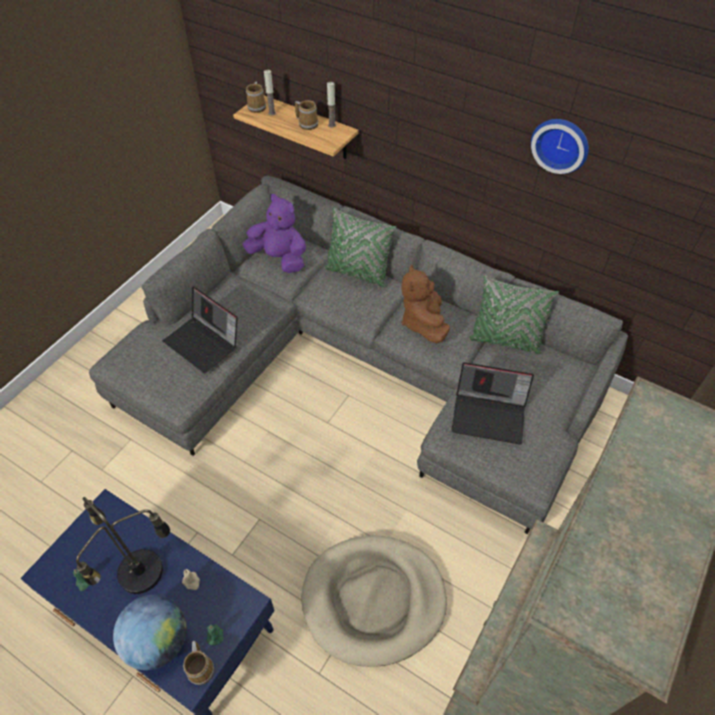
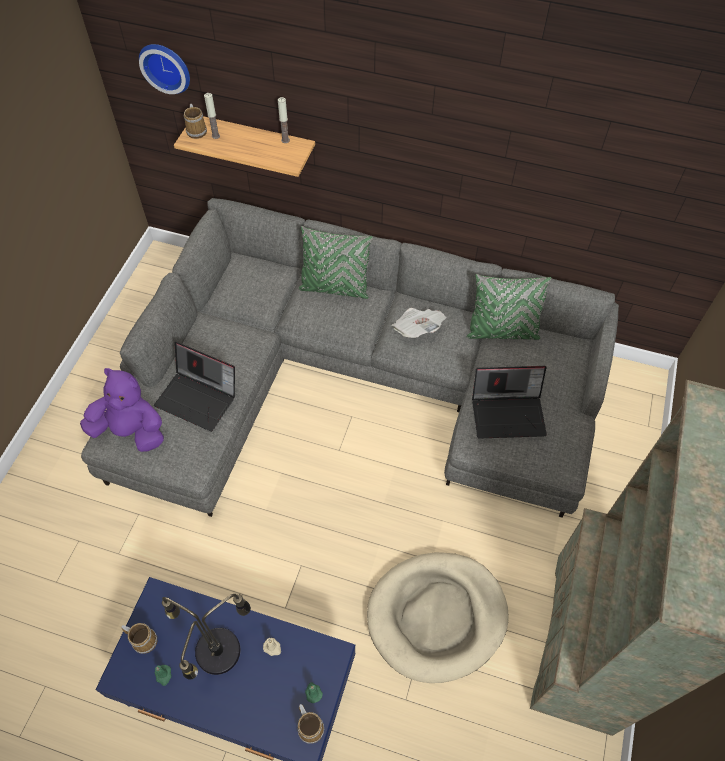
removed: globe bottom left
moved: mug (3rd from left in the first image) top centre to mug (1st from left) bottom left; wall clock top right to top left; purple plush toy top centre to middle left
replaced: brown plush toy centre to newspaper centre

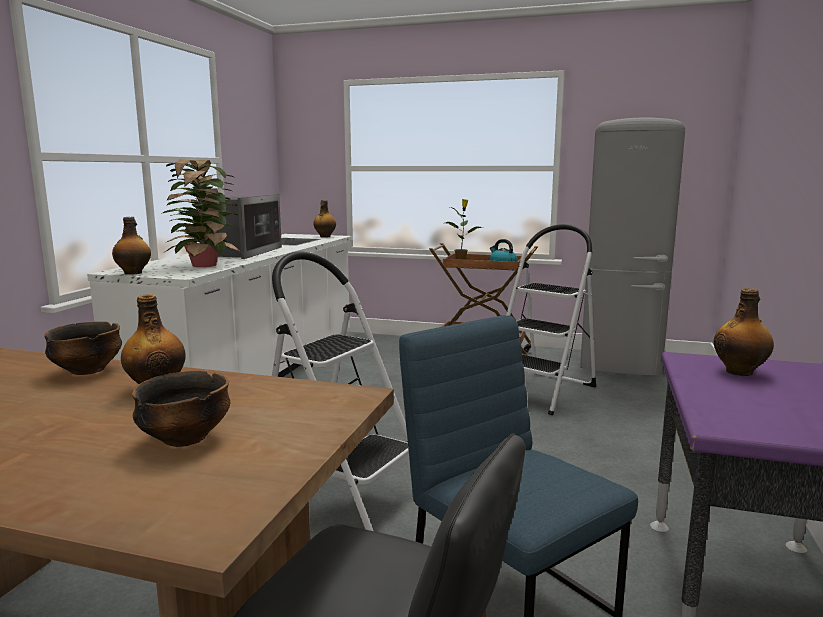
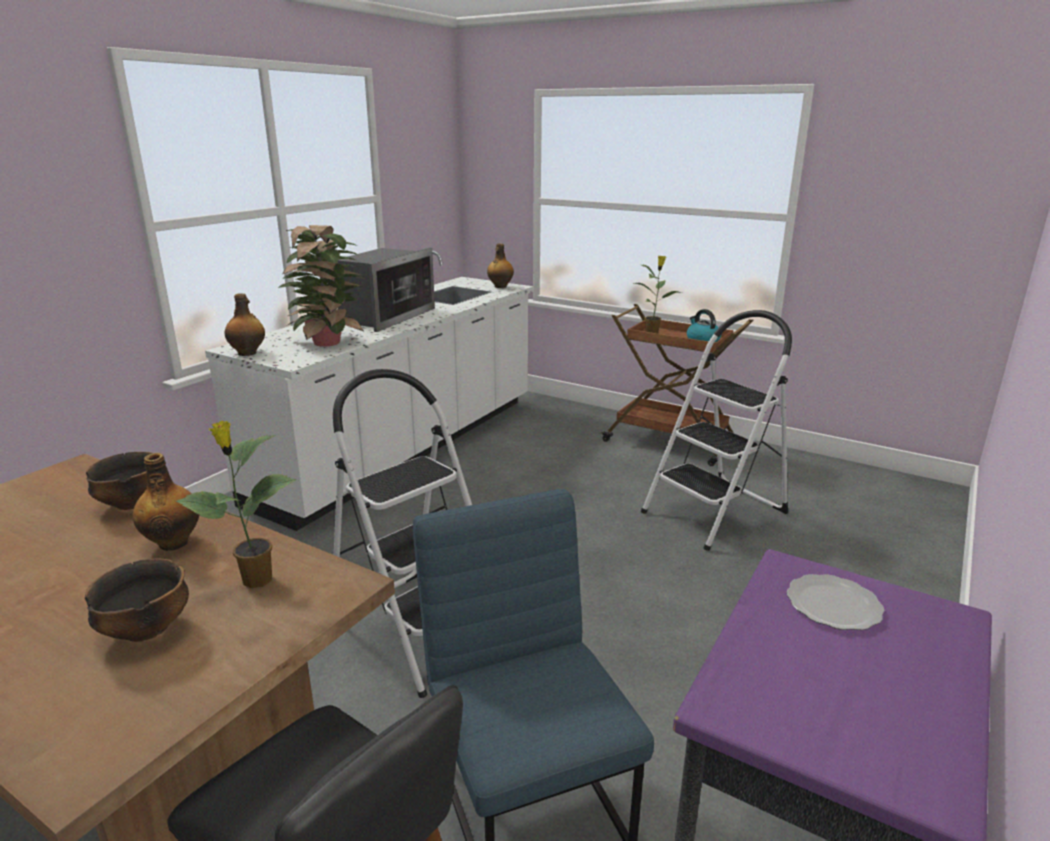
removed: grey fridge middle right
added: potted plant (1st from left) middle left
replaced: bottle (4th from left) middle right to plate bottom right

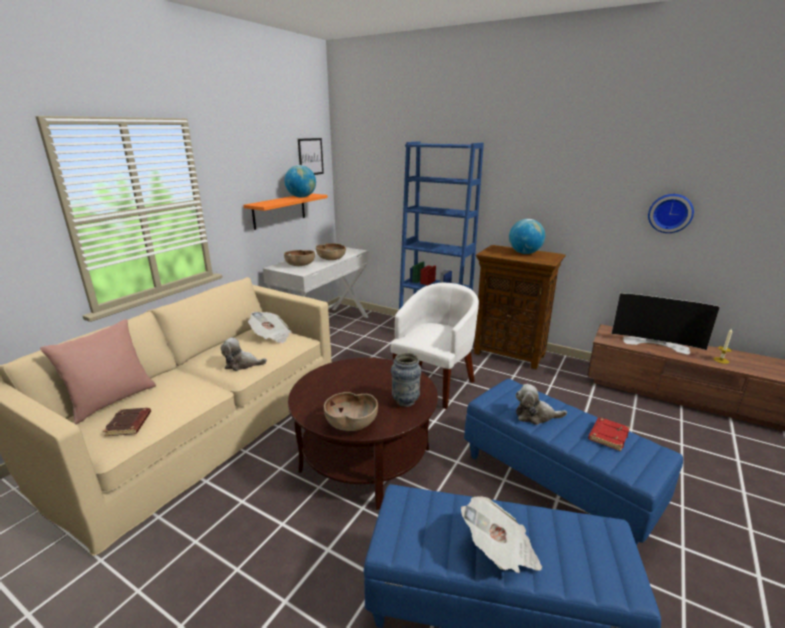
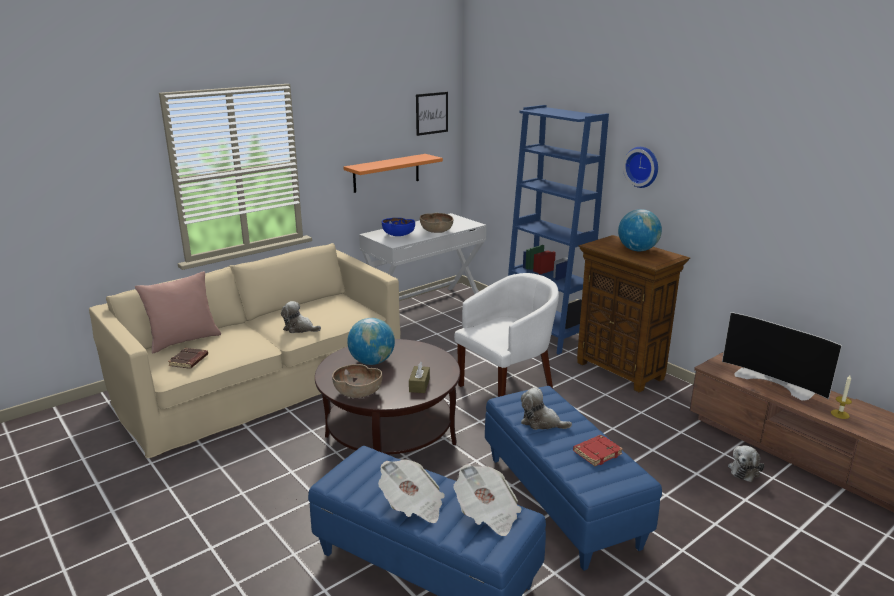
added: plush toy (3rd from left) bottom right
moved: globe (1st from left) top centre to centre; wall clock middle right to top right; newspaper (1st from left in the first image) centre to newspaper (2nd from left) bottom centre
replaced: vase centre to brown tissue box centre
recoloured: brown bowl (1st from left) centre to blue bowl centre

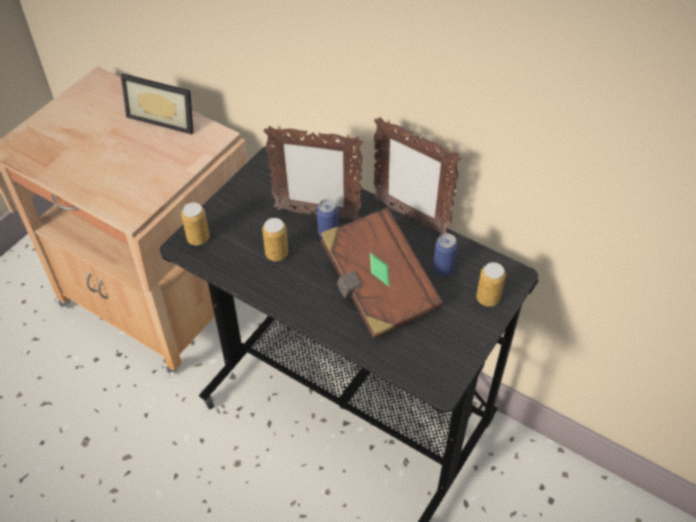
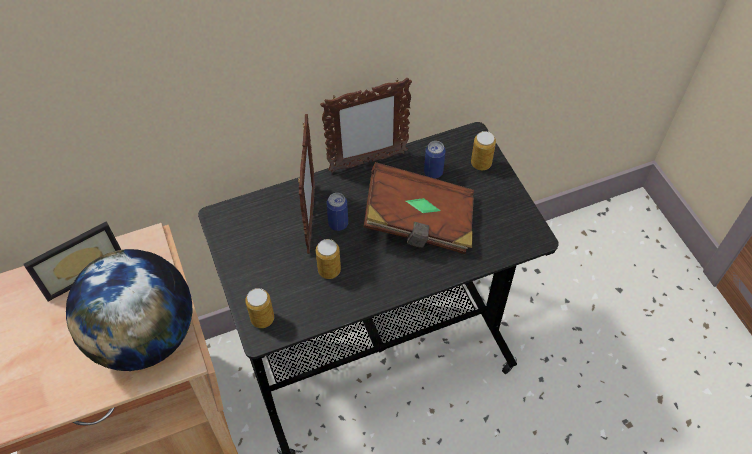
added: globe bottom left
turned: picture frame (2nd from left) top centre = centre 45 degrees counterclockwise

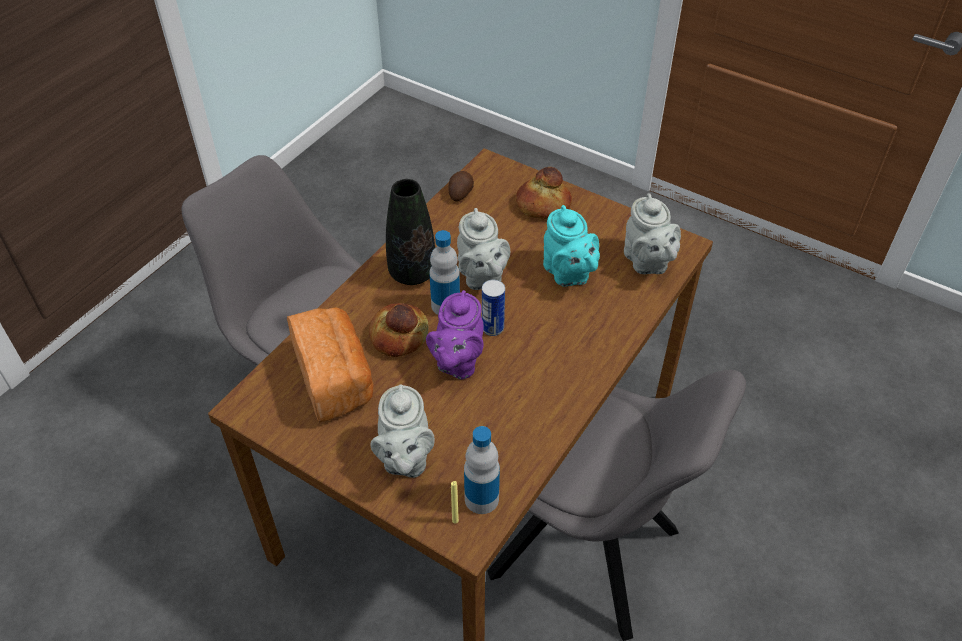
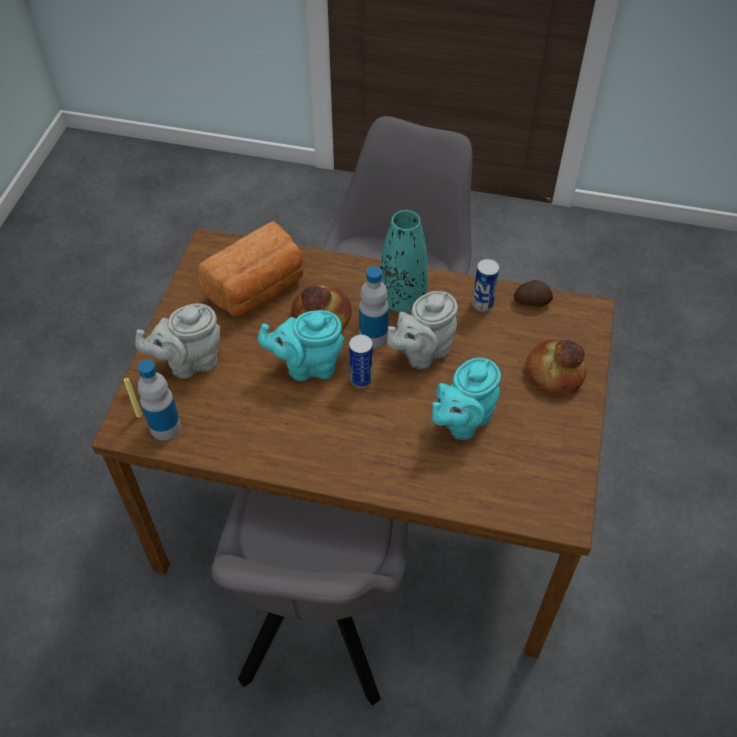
removed: grey teapot (3rd from left) middle right
added: can (2nd from left) centre
recoloured: black vase centre to turquoise vase centre; purple teapot centre to turquoise teapot (1st from left) centre

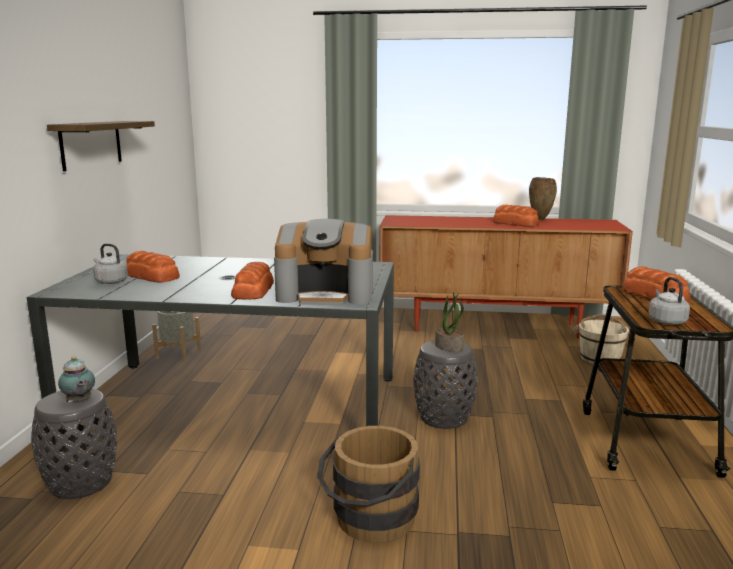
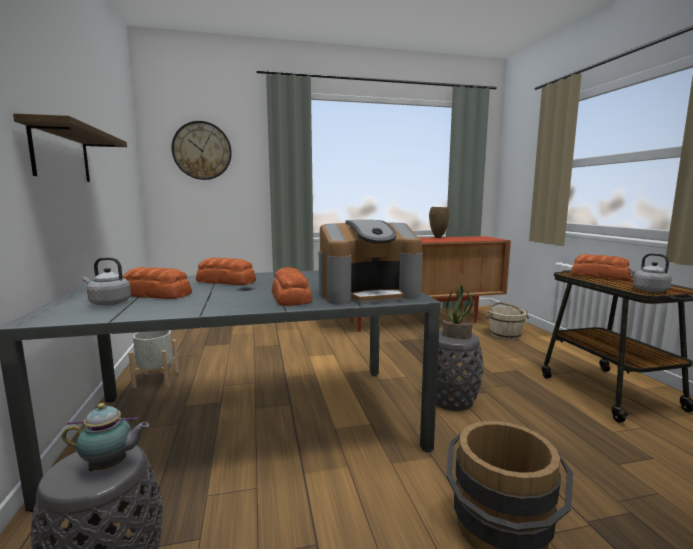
added: wall clock top left
moved: bread (3rd from left in the first image) middle right to bread (2nd from left) middle left
turned: teapot middle left = bottom left 45 degrees counterclockwise

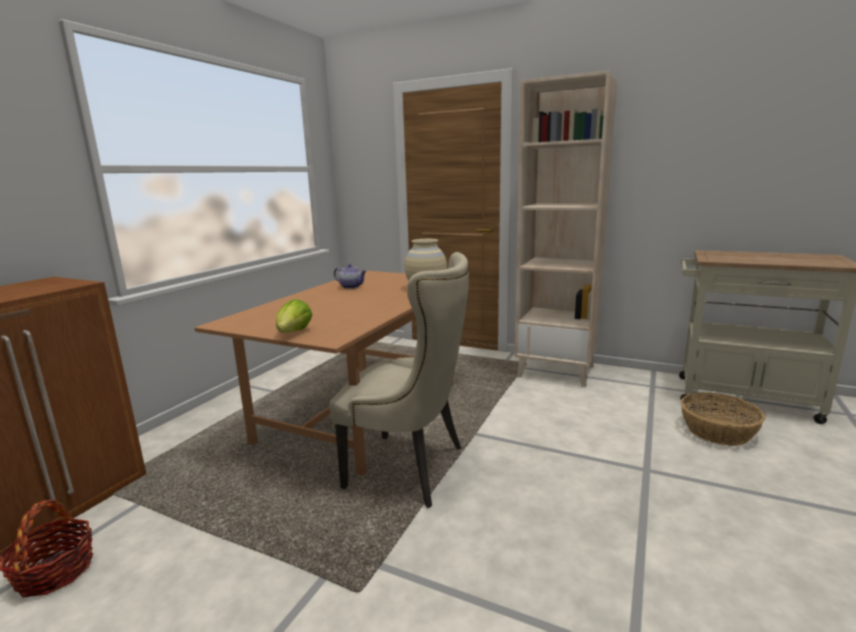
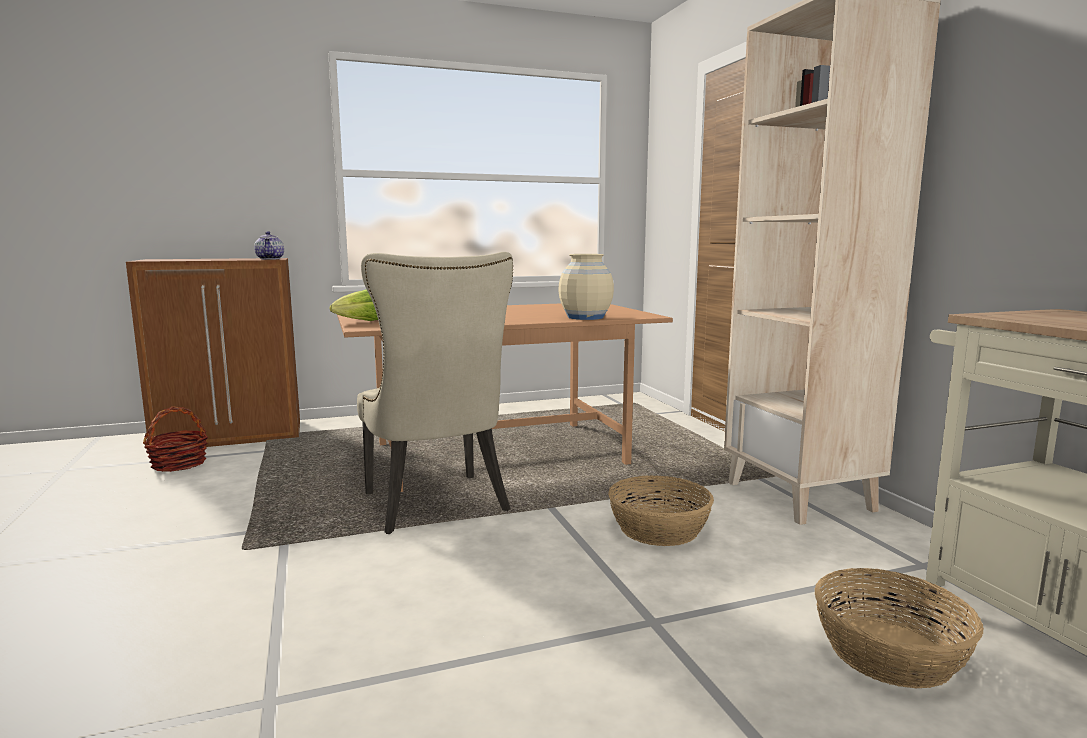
added: basket (2nd from left) bottom centre
moved: teapot centre to top left

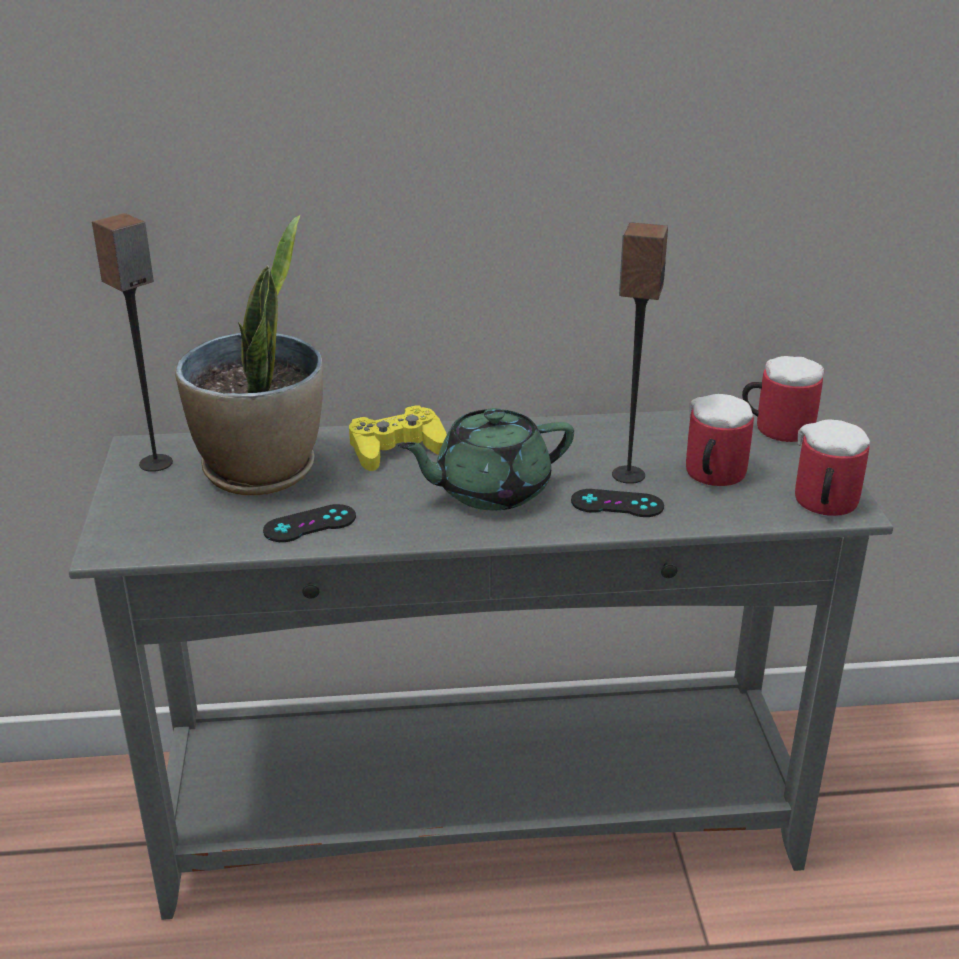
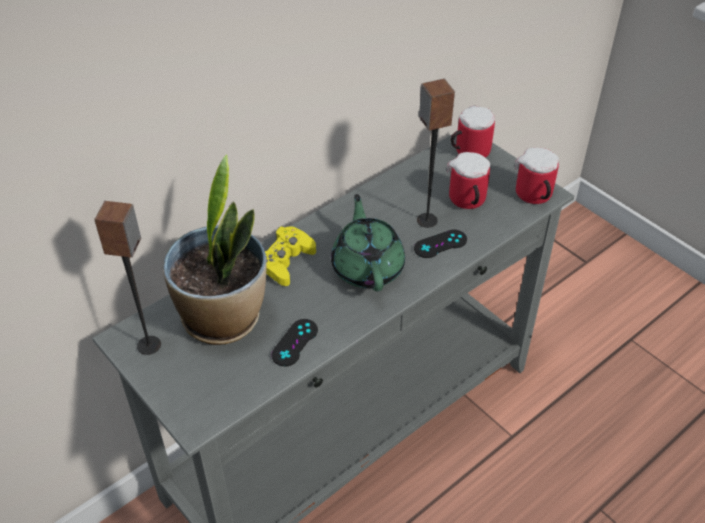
turned: green teapot centre = centre 135 degrees clockwise

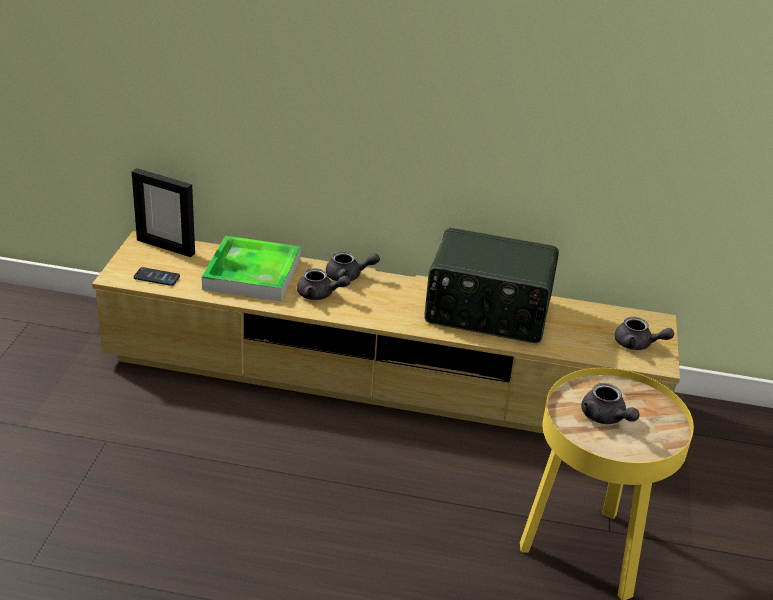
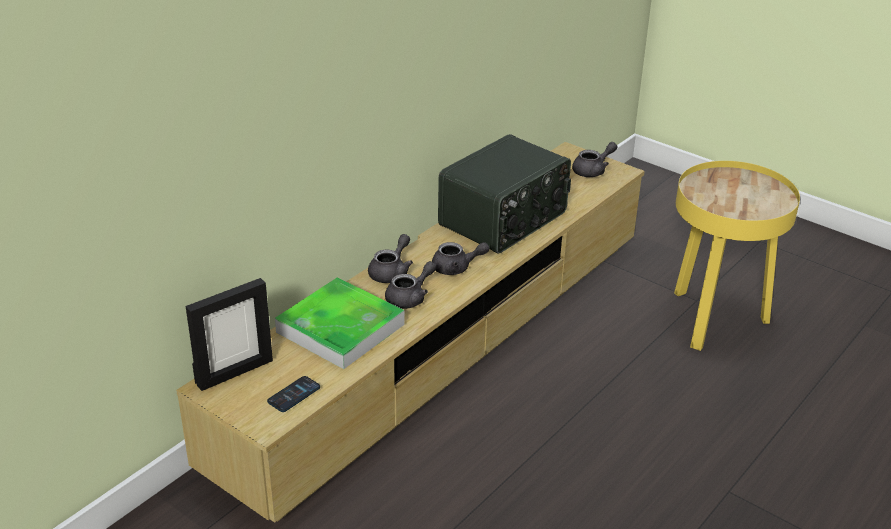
moved: grey teapot (3rd from left) bottom right to centre

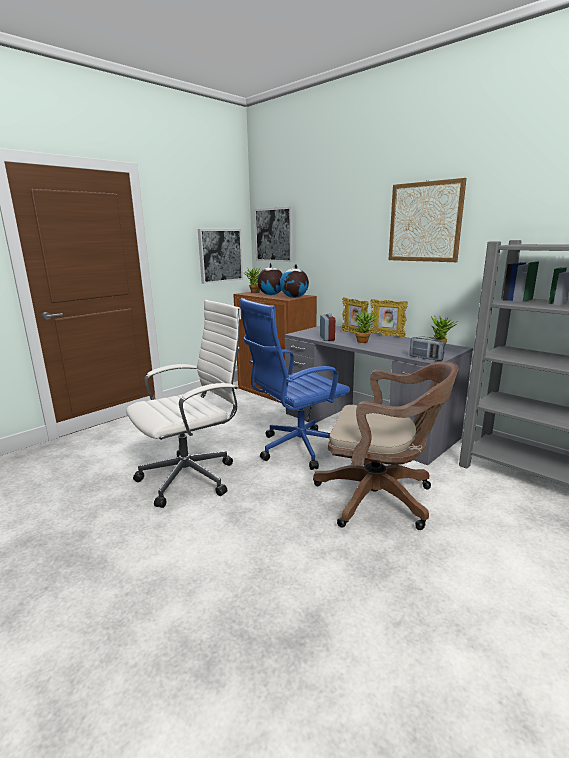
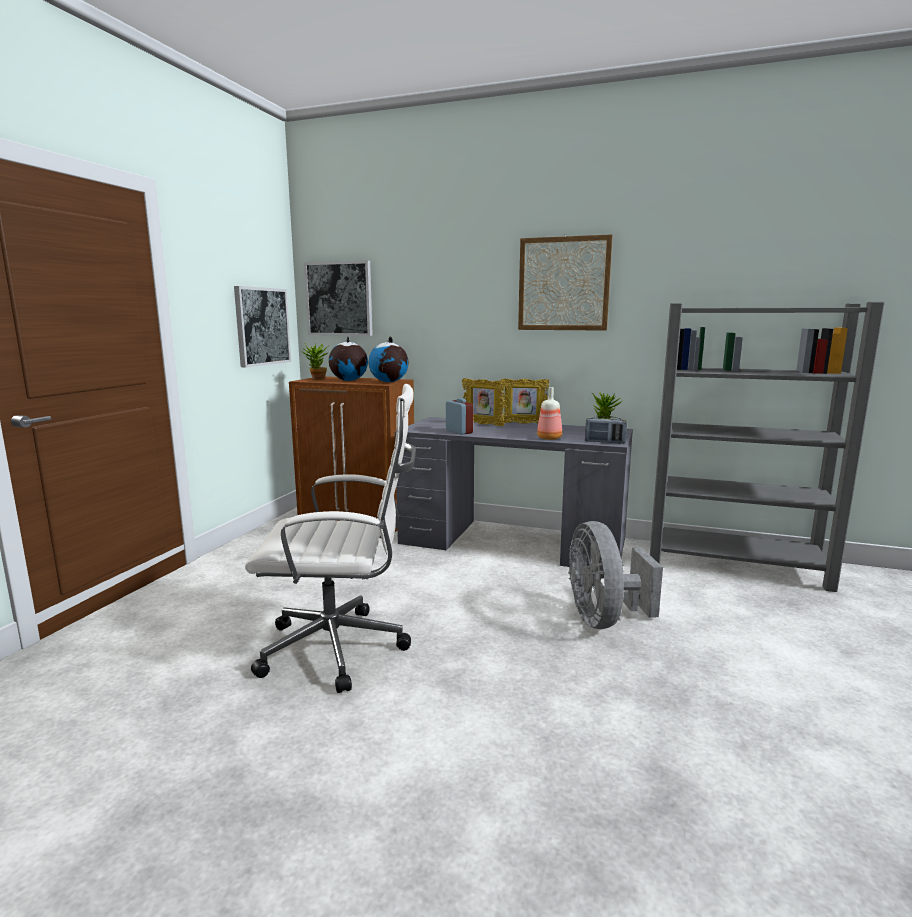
removed: blue office chair centre; potted plant (2nd from left) centre
added: bottle centre
replaced: brown office chair middle right to grey fan middle right
turned: white office chair middle left = centre 60 degrees clockwise

